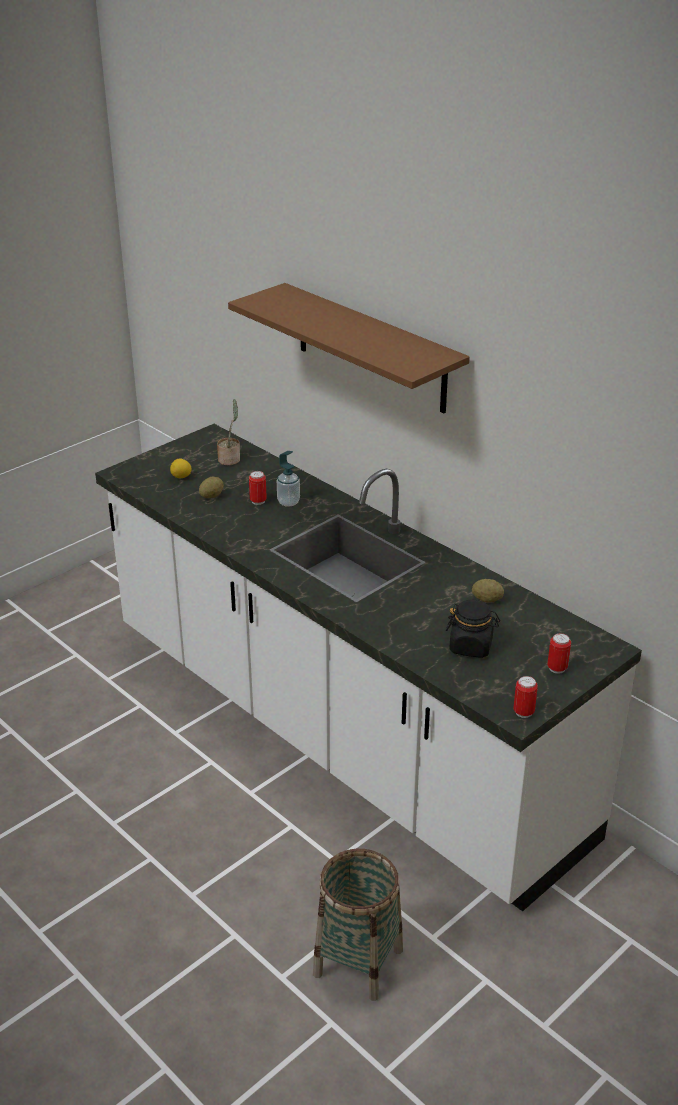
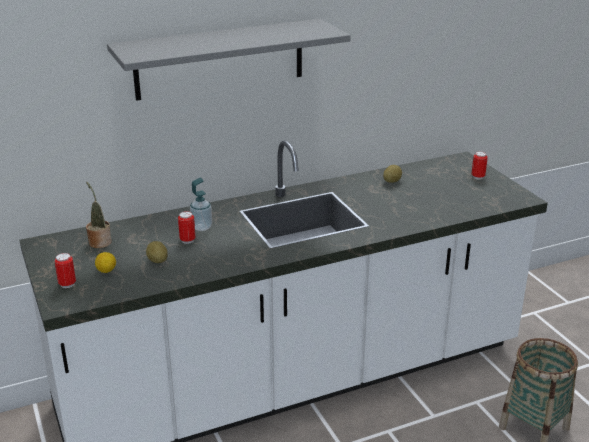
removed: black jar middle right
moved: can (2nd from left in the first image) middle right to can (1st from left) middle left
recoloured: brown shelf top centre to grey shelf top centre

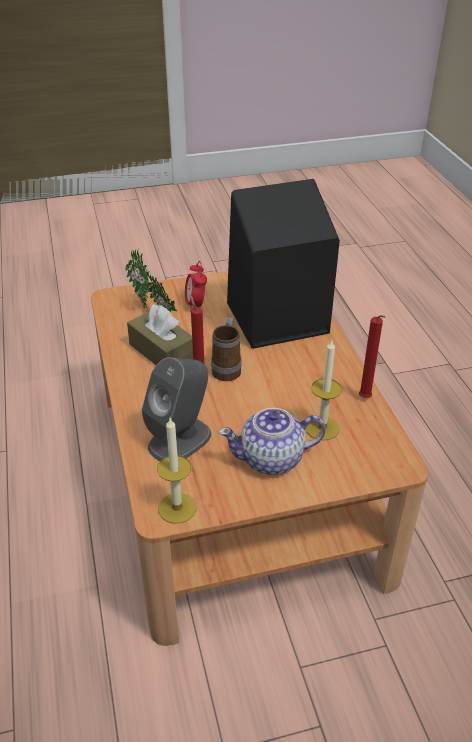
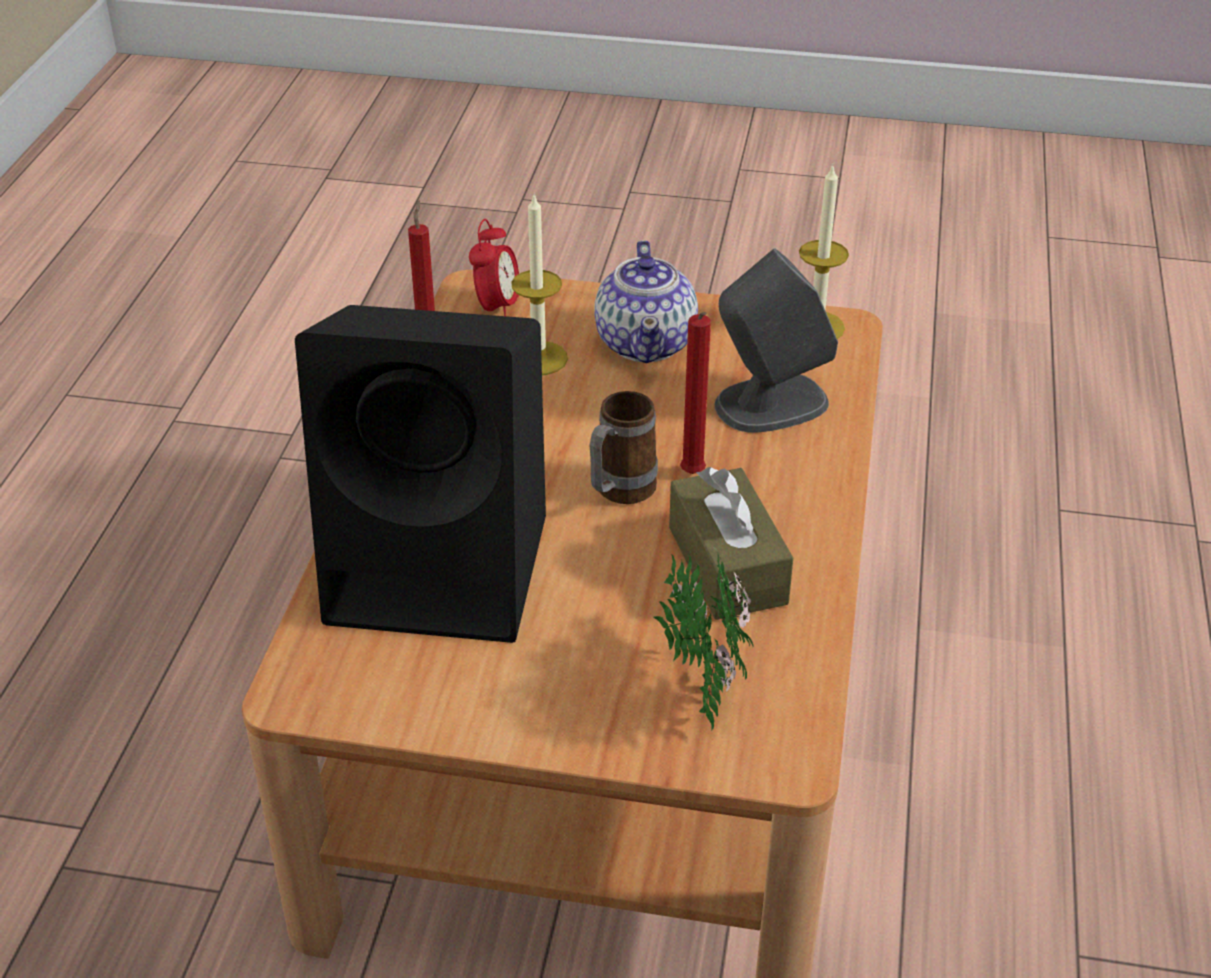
moved: alarm clock centre to top centre
turned: teapot centre = top centre 75 degrees clockwise

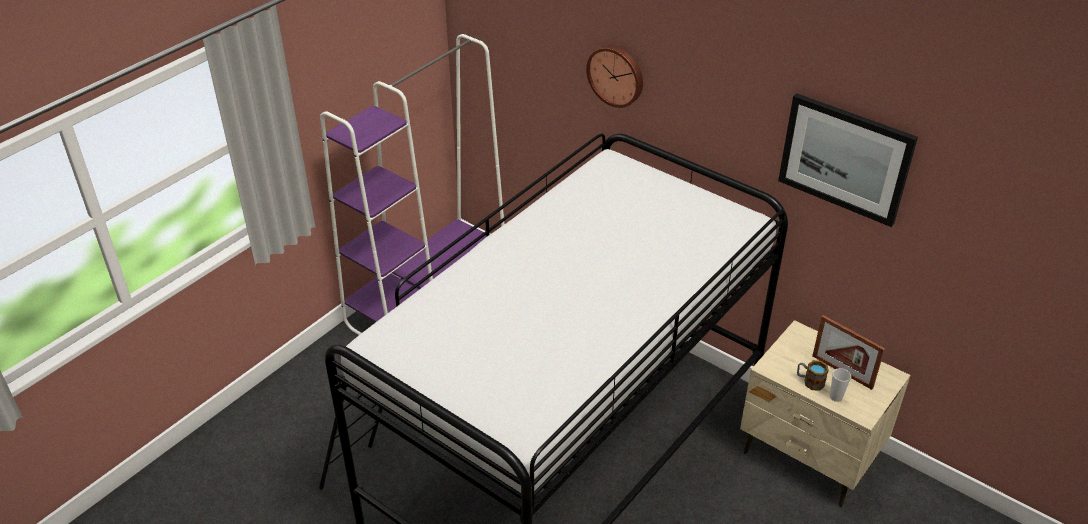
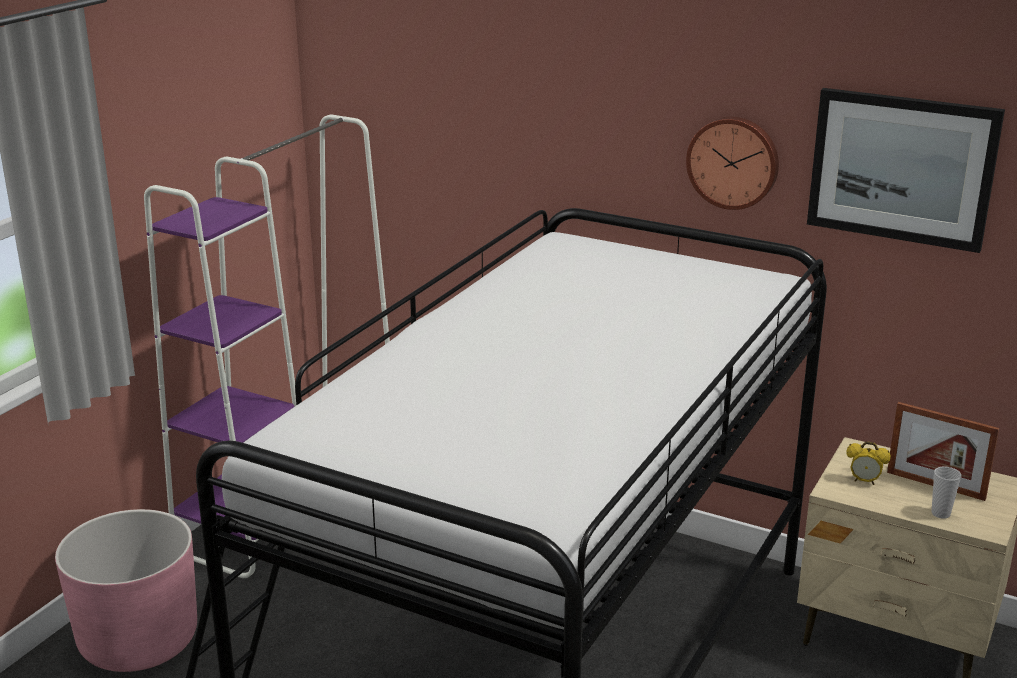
removed: mug bottom right
added: alarm clock bottom right; pink planter bottom left
moved: wall clock top centre to top right

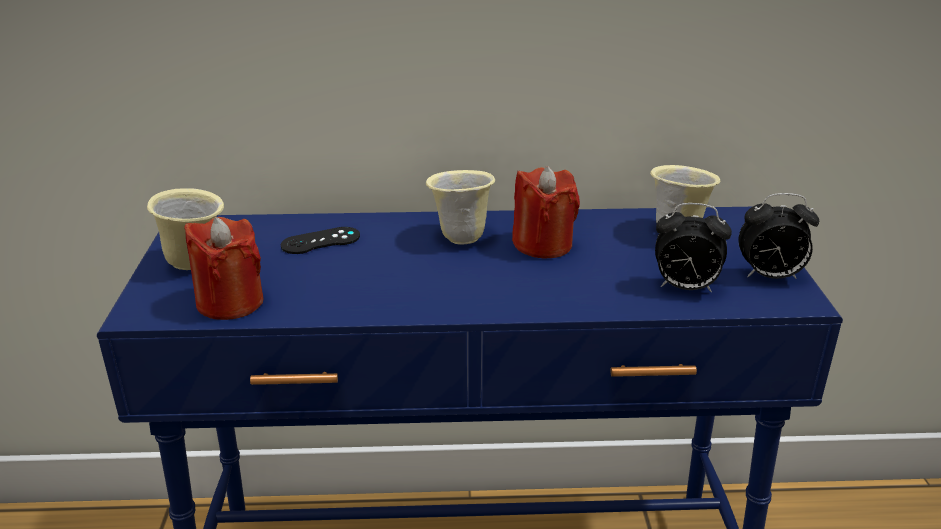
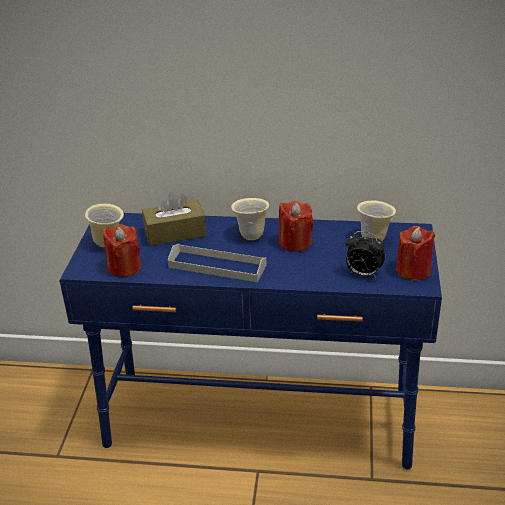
added: grey tray centre
replaced: alarm clock (2nd from left) middle right to red candle (3rd from left) middle right; black game controller centre to brown tissue box centre

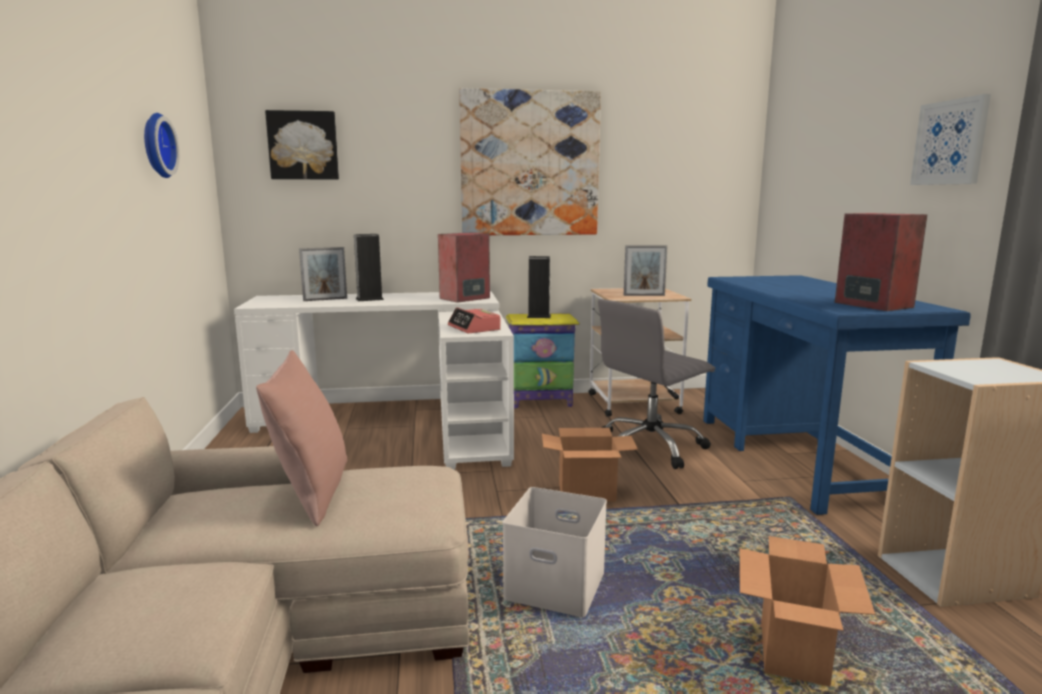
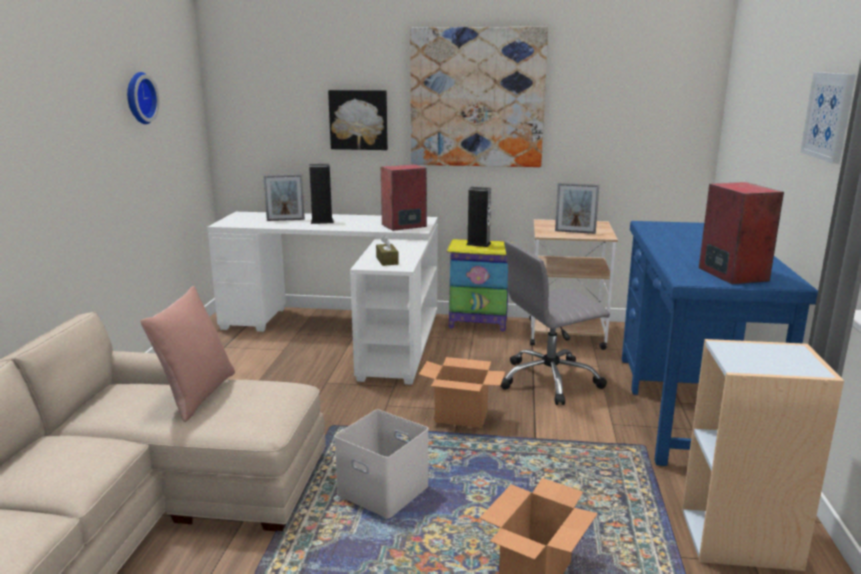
moved: picture (1st from left) top left to top centre
replaced: alarm clock centre to brown tissue box centre

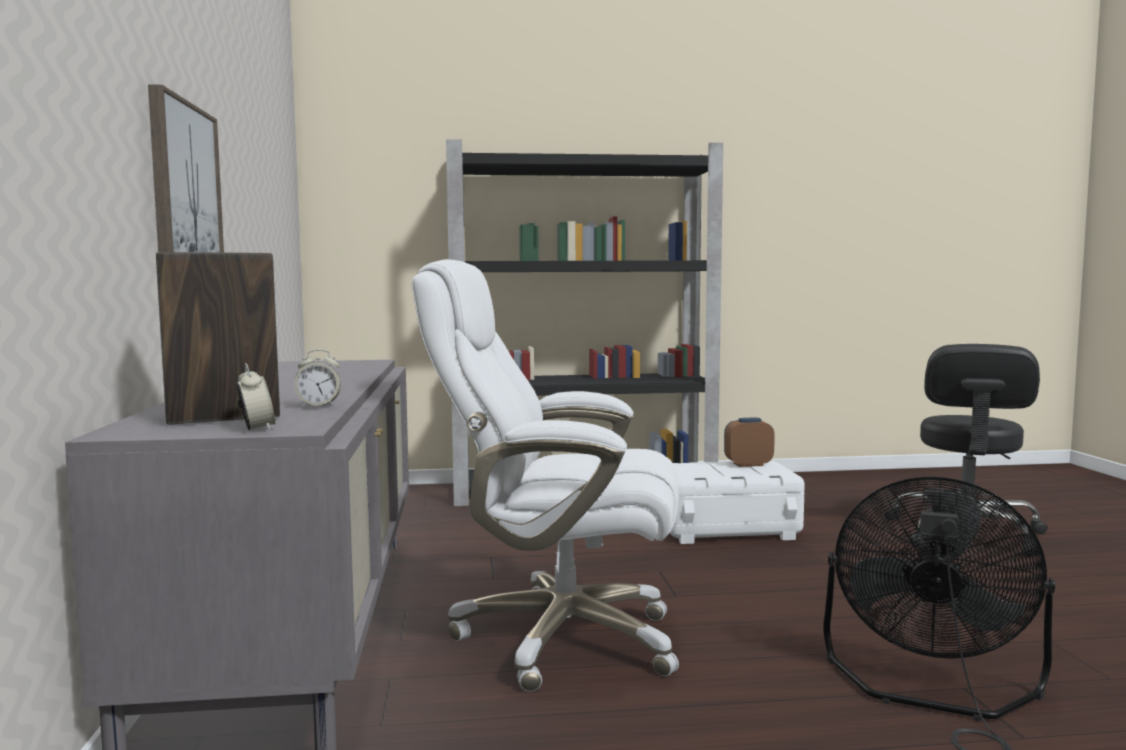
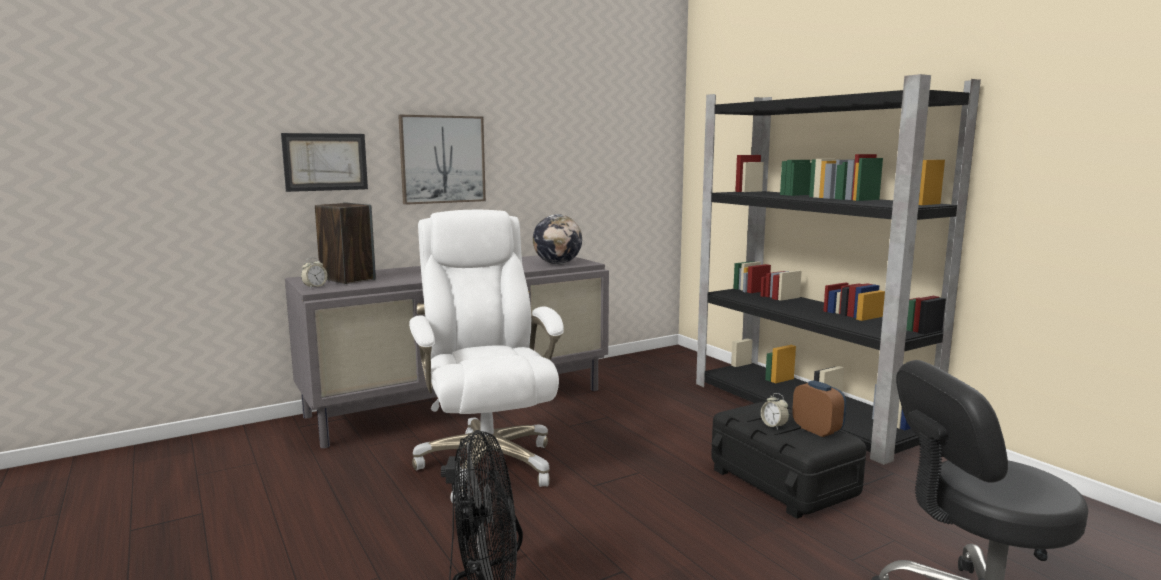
added: picture (1st from left) top left; globe centre
moved: alarm clock (2nd from left) middle left to bottom right
recoloured: white storage box bottom centre to black storage box bottom right

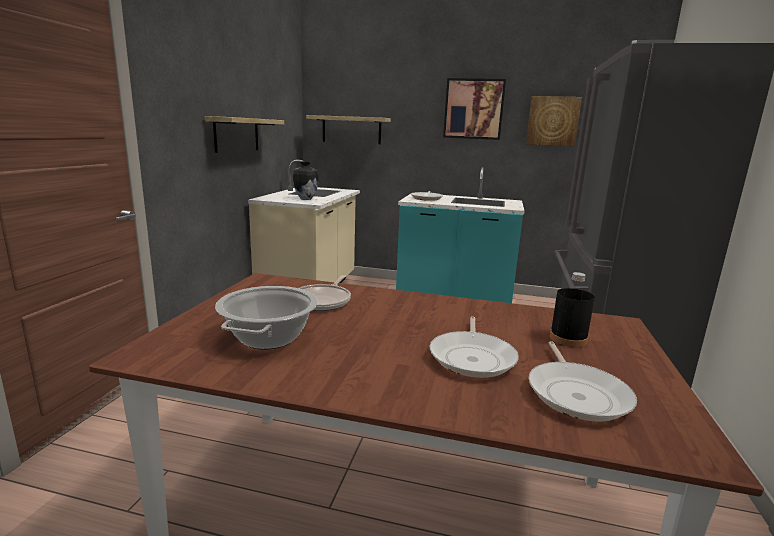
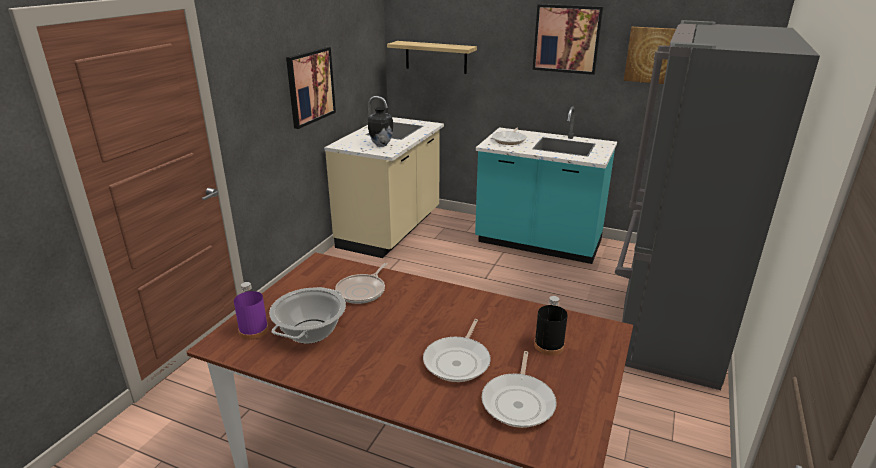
added: purple bottle middle left
replaced: shelf (1st from left) top left to picture (1st from left) top centre

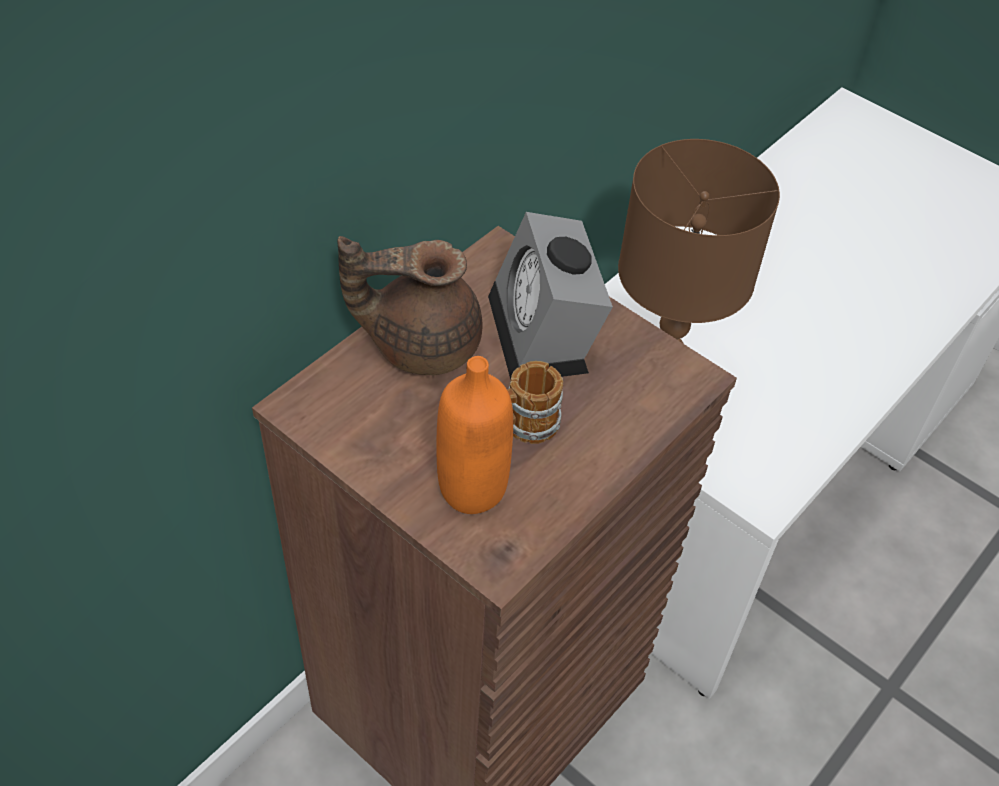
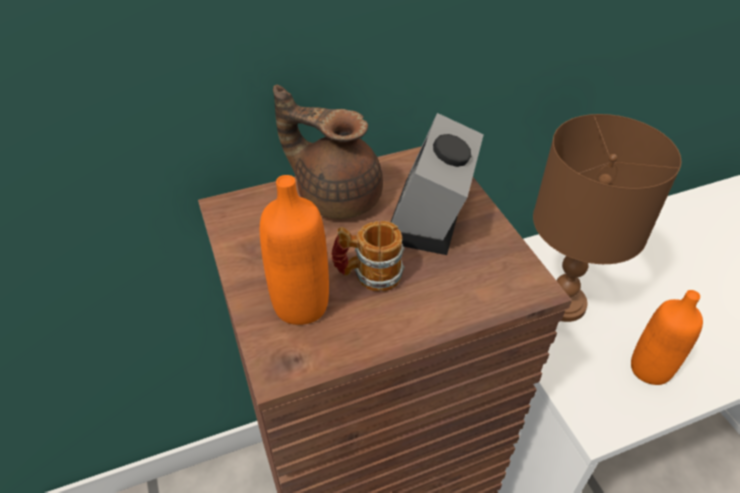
added: orange bottle (2nd from left) bottom right

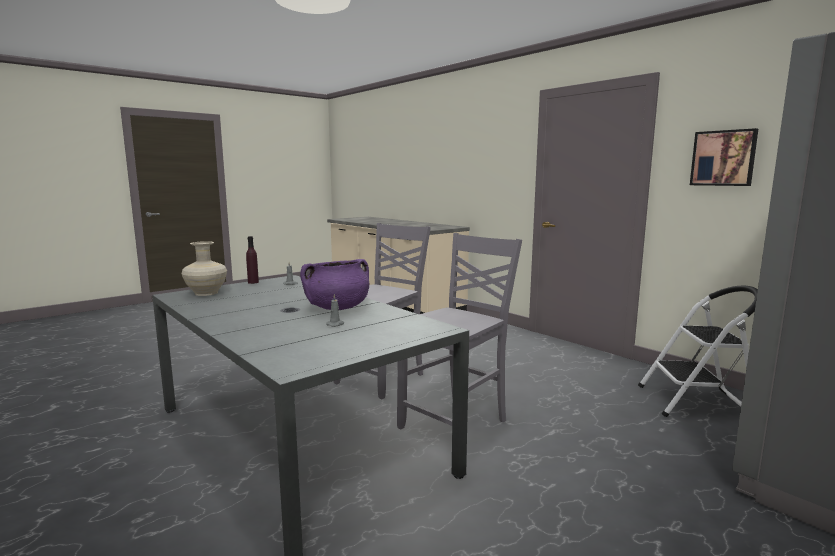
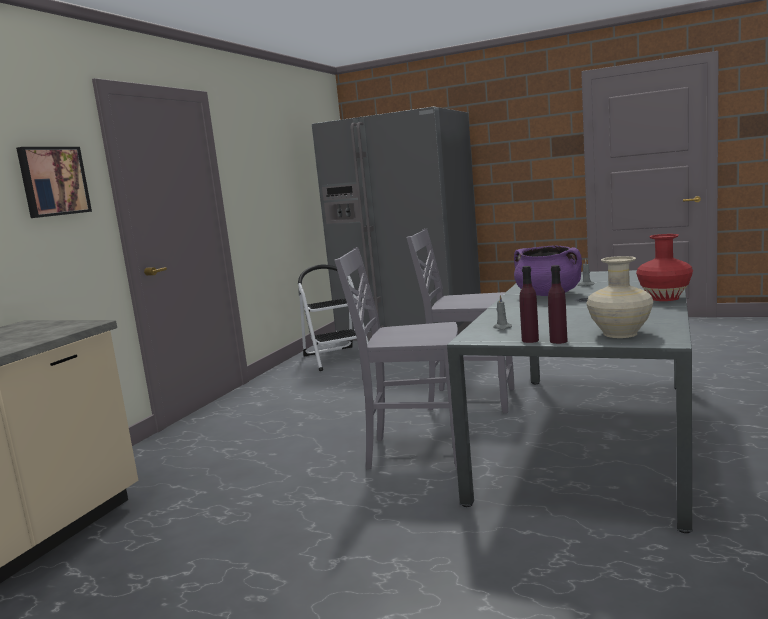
added: red vase middle right; purple bottle (2nd from left) middle right
moved: picture top right to top left

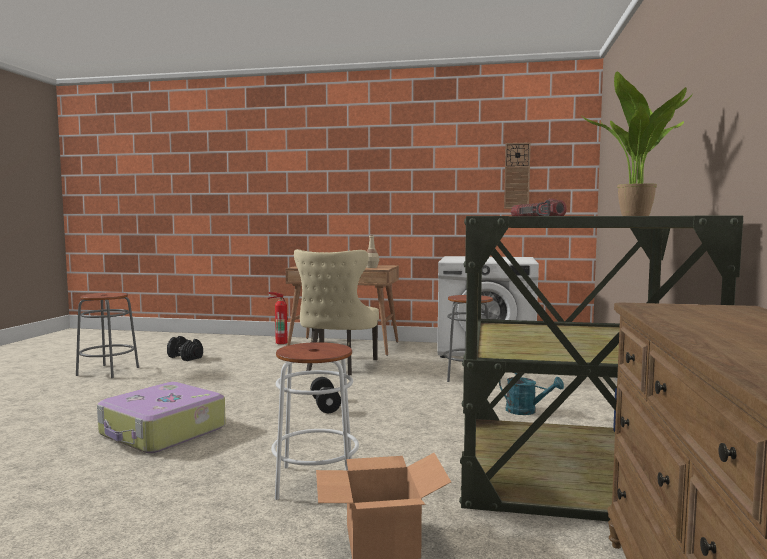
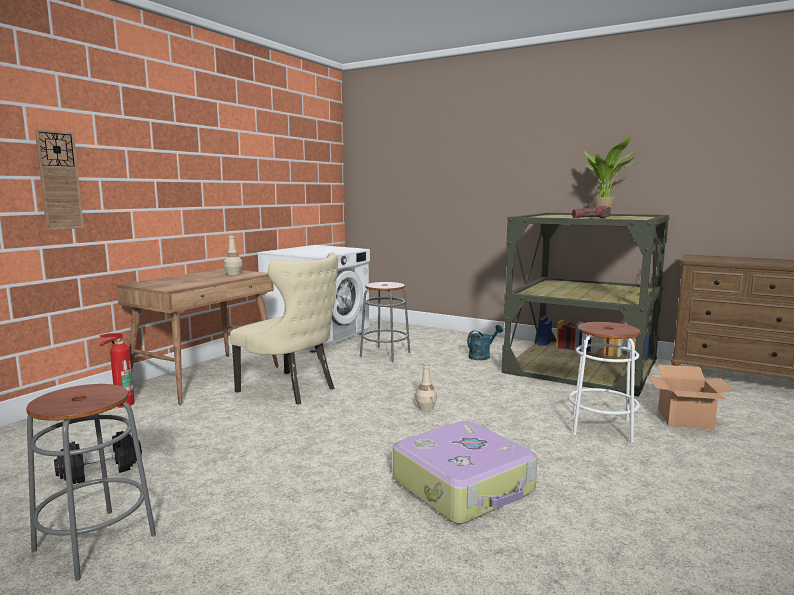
moved: wall clock top right to top left
replaced: black dumbbell (2nd from left) bottom centre to beige bottle (2nd from left) centre

